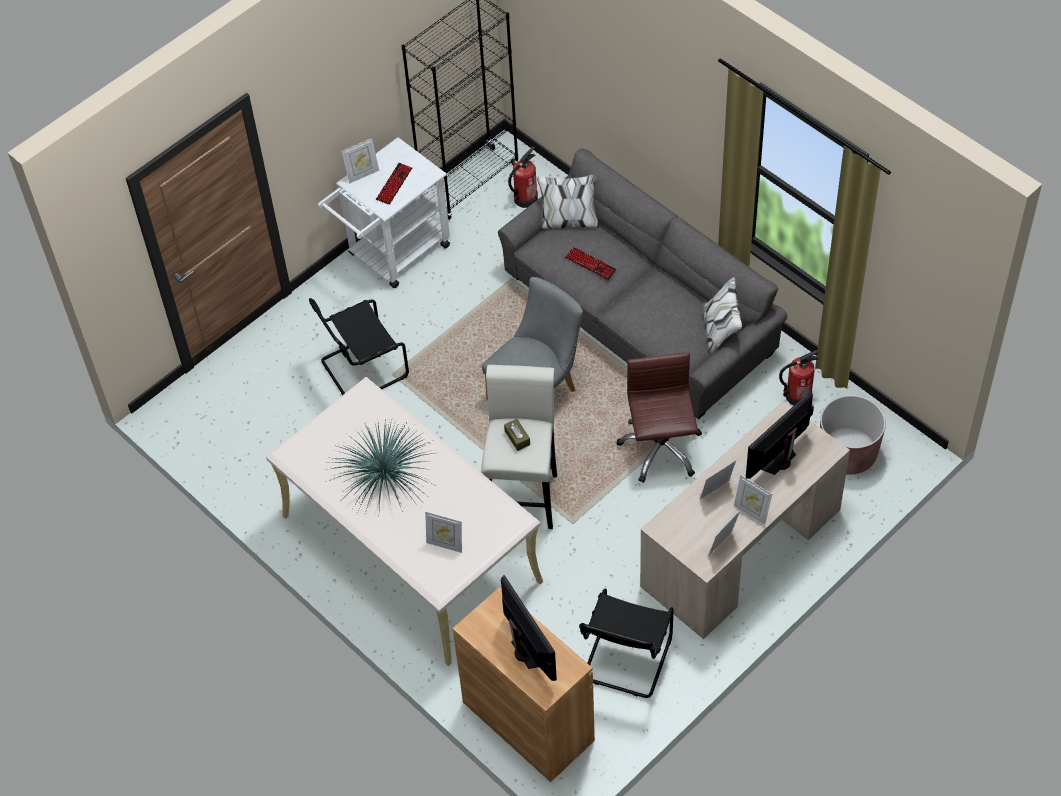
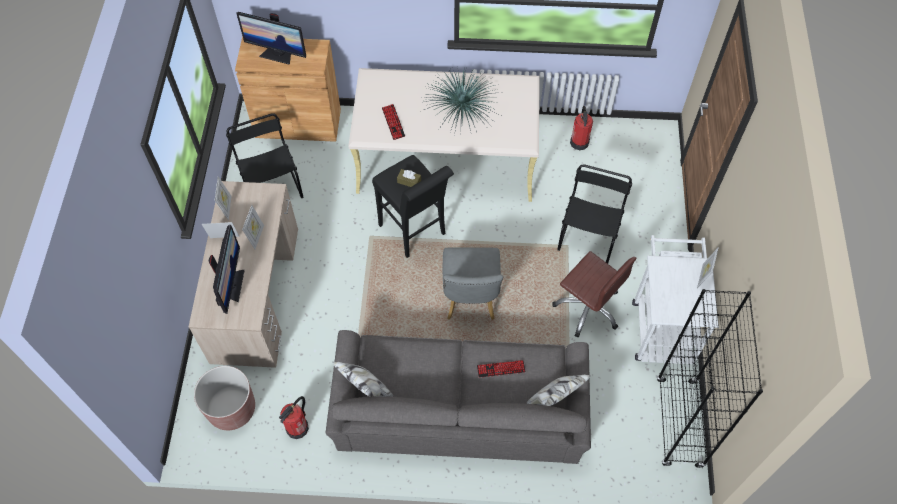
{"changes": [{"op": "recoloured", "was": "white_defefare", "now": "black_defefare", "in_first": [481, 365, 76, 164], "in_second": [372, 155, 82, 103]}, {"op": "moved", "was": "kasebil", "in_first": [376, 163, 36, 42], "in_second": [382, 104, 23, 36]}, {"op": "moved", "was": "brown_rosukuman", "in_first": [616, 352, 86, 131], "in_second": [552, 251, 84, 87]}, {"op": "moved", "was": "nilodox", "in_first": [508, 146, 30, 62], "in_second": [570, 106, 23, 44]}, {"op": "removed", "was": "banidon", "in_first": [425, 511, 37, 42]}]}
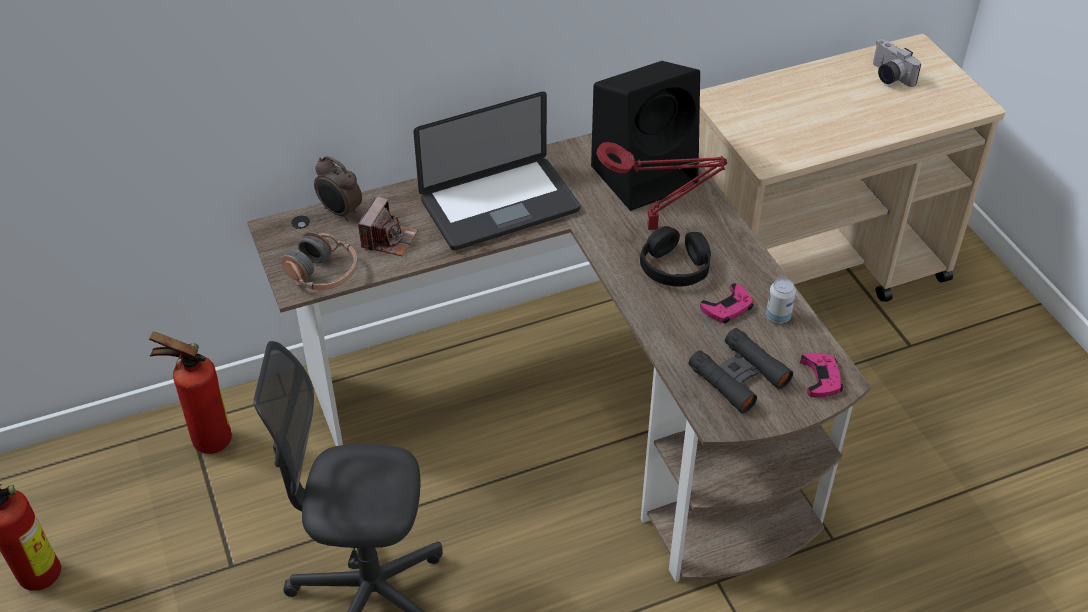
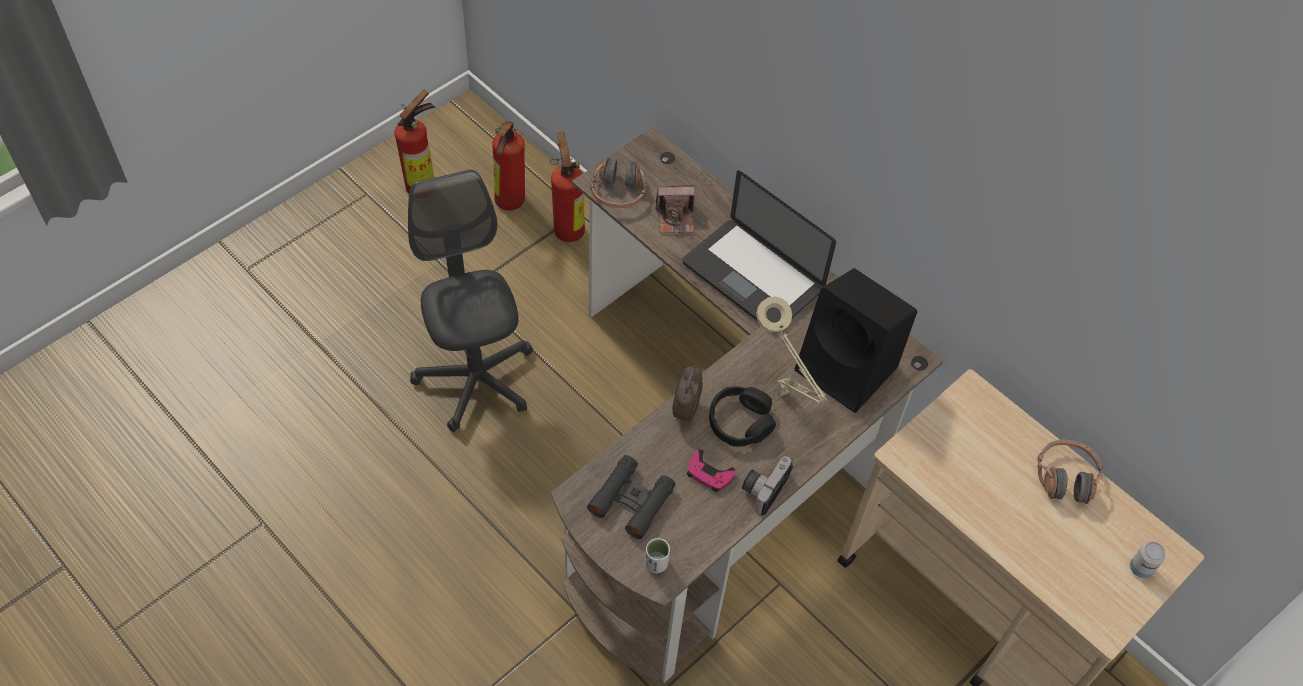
{"changes": [{"op": "added", "now": "nilodox", "in_second": [492, 121, 33, 90]}, {"op": "replaced", "was": "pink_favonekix", "now": "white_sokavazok", "in_first": [800, 353, 43, 45], "in_second": [645, 538, 25, 35]}, {"op": "moved", "was": "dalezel", "in_first": [314, 156, 48, 65], "in_second": [673, 365, 30, 58]}, {"op": "moved", "was": "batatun", "in_first": [873, 39, 48, 48], "in_second": [742, 456, 51, 59]}, {"op": "recoloured", "was": "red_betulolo", "now": "beige_betulolo", "in_first": [597, 142, 130, 88], "in_second": [756, 296, 71, 109]}, {"op": "added", "now": "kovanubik", "in_second": [1037, 440, 66, 64]}, {"op": "moved", "was": "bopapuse", "in_first": [766, 278, 30, 45], "in_second": [1130, 542, 35, 36]}]}
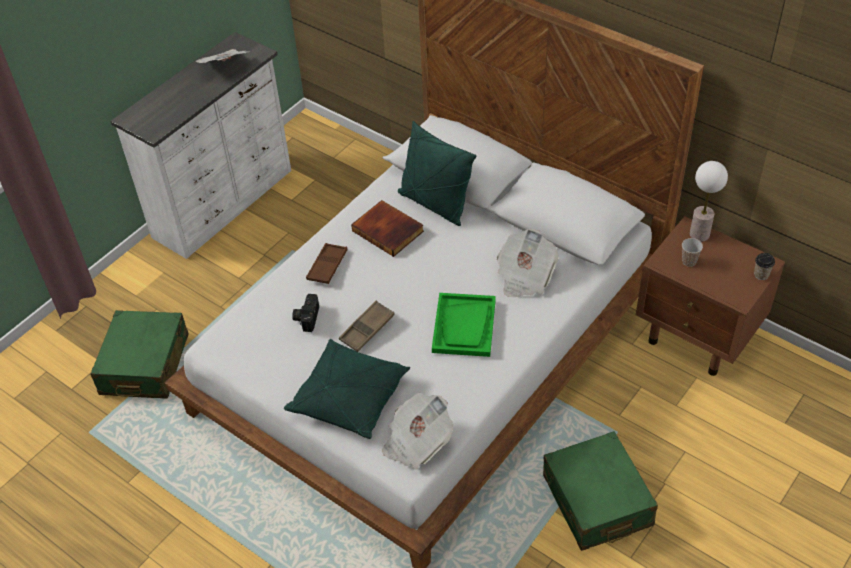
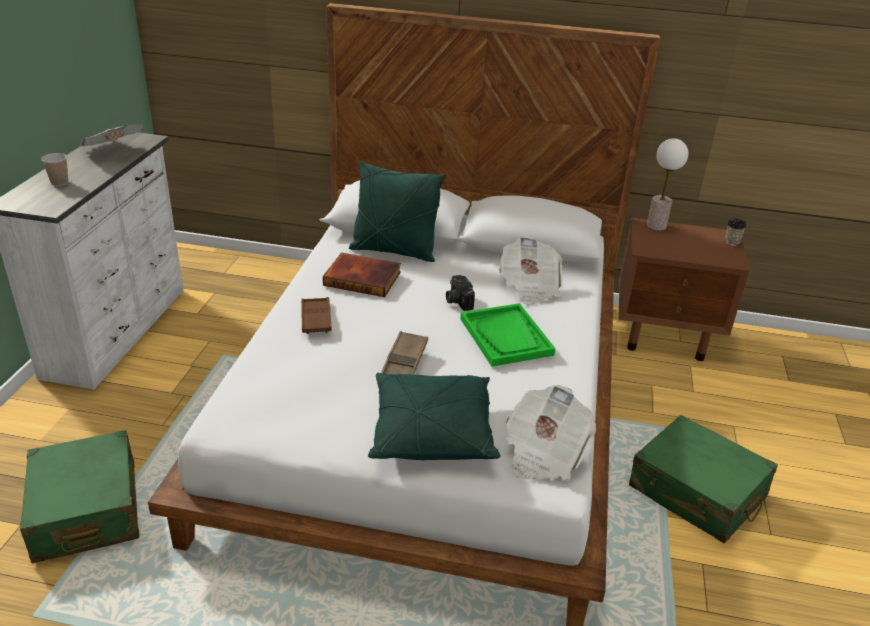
{"changes": [{"op": "moved", "was": "sokavazok", "in_first": [682, 238, 21, 29], "in_second": [41, 153, 27, 33]}, {"op": "moved", "was": "batatun", "in_first": [292, 294, 27, 38], "in_second": [446, 275, 29, 36]}]}
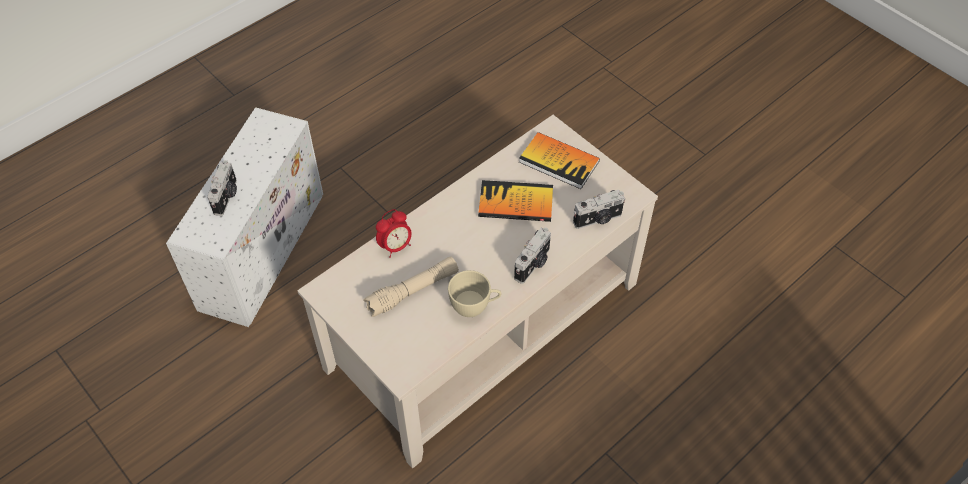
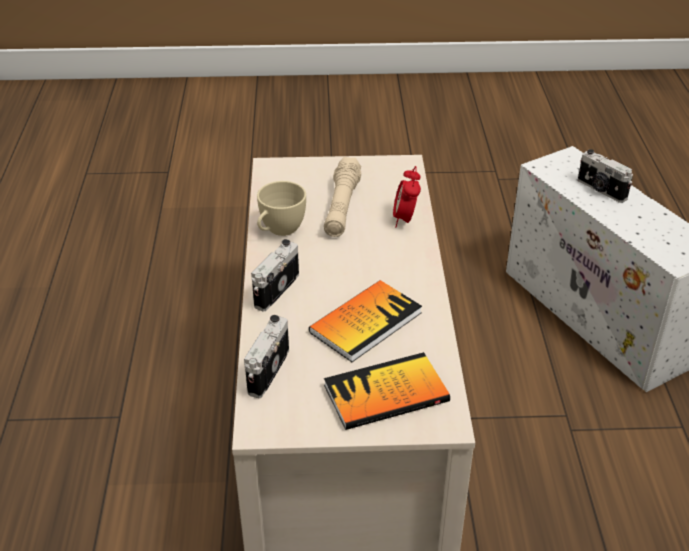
{"changes": [{"op": "turned", "was": "batatun", "in_first": [514, 228, 37, 56], "in_second": [251, 239, 48, 72], "clockwise": 45}]}
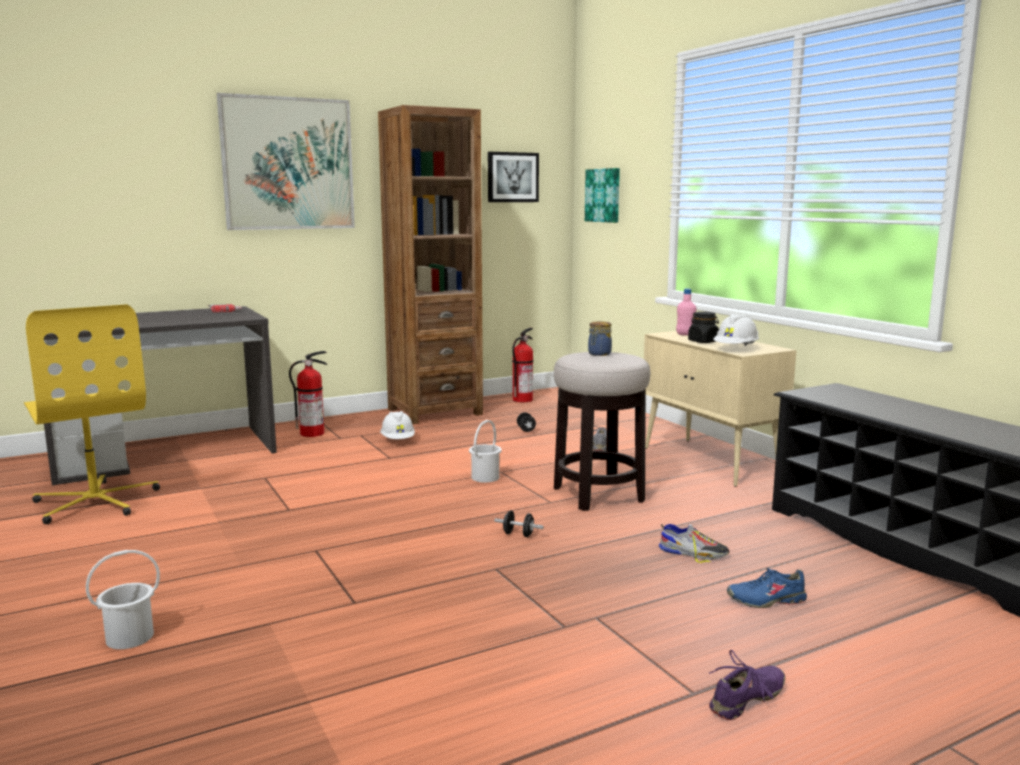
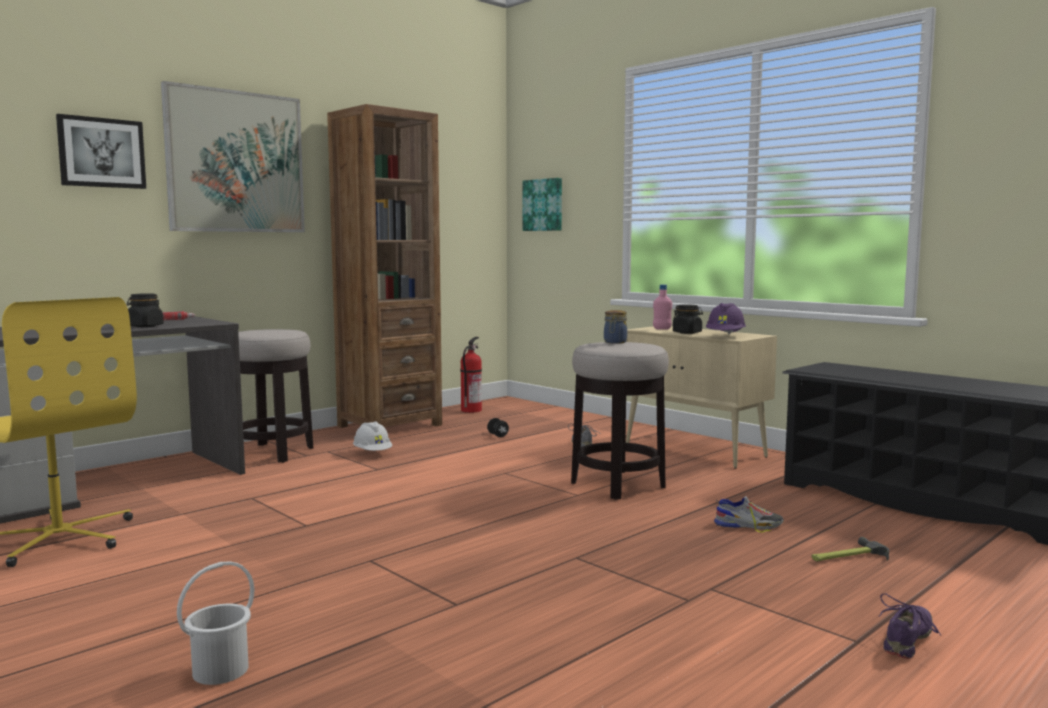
{"changes": [{"op": "moved", "was": "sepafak", "in_first": [488, 152, 51, 50], "in_second": [56, 114, 90, 75]}, {"op": "added", "now": "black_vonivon", "in_second": [127, 293, 37, 34]}, {"op": "replaced", "was": "nilodox", "now": "defefare", "in_first": [289, 351, 38, 86], "in_second": [238, 329, 75, 134]}, {"op": "recoloured", "was": "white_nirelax", "now": "purple_nirelax", "in_first": [713, 314, 46, 32], "in_second": [706, 303, 40, 32]}, {"op": "replaced", "was": "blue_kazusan", "now": "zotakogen", "in_first": [727, 568, 80, 40], "in_second": [812, 537, 77, 25]}, {"op": "removed", "was": "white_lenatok", "in_first": [469, 420, 33, 63]}, {"op": "removed", "was": "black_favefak", "in_first": [494, 511, 50, 26]}]}
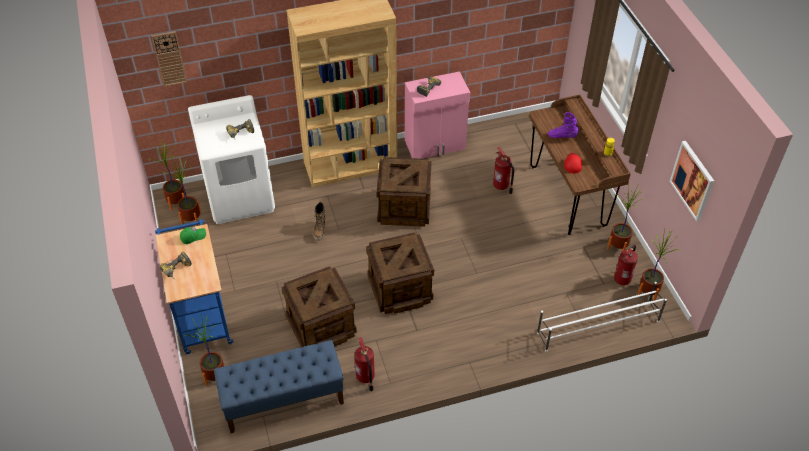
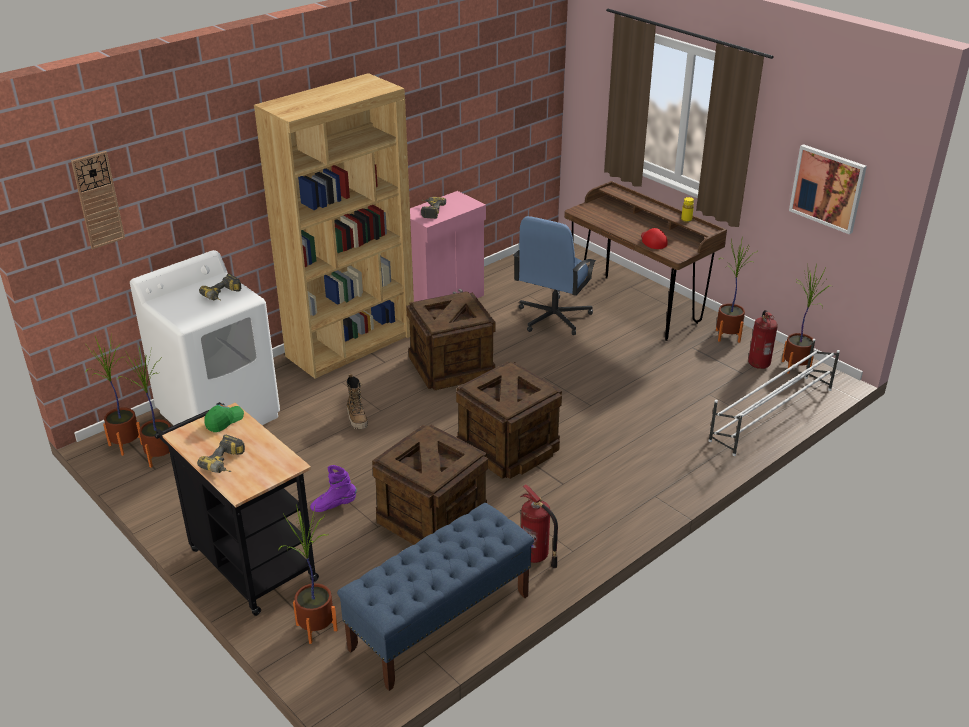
{"changes": [{"op": "recoloured", "was": "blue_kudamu", "now": "black_kudamu", "in_first": [155, 219, 78, 136], "in_second": [155, 402, 164, 214]}, {"op": "moved", "was": "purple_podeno", "in_first": [548, 112, 31, 26], "in_second": [310, 465, 47, 47]}, {"op": "replaced", "was": "nilodox", "now": "blue_rosukuman", "in_first": [493, 147, 21, 47], "in_second": [513, 216, 83, 119]}]}
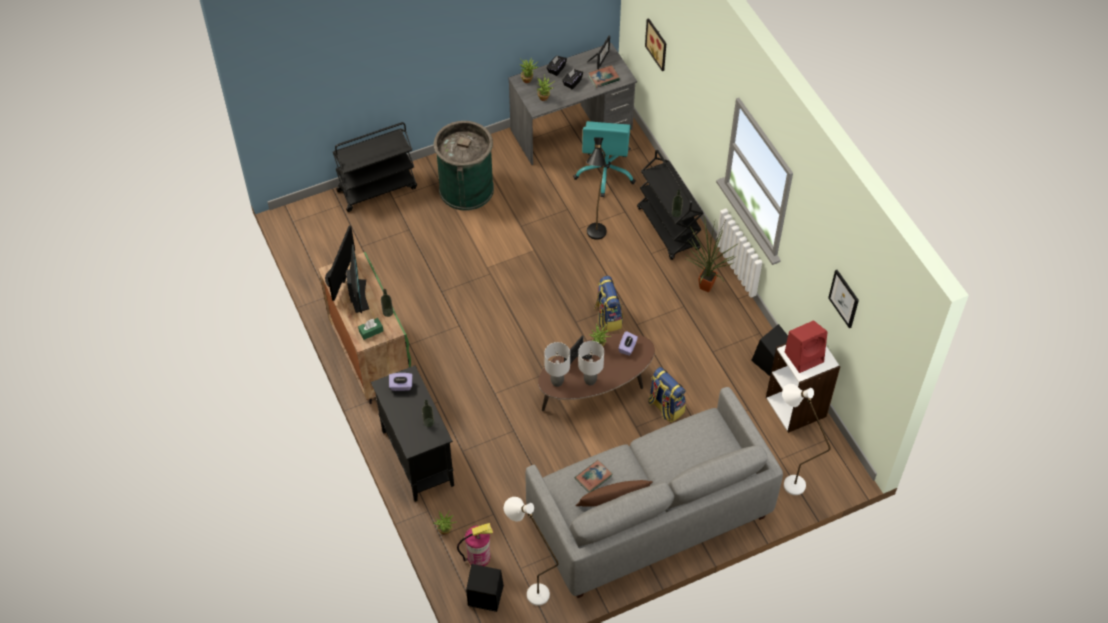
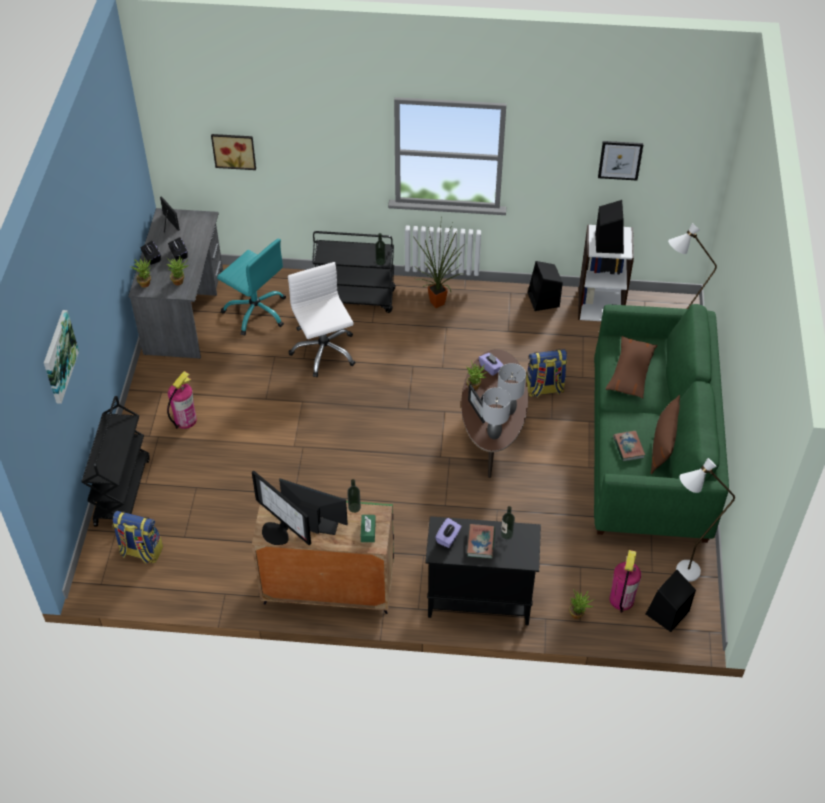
{"changes": [{"op": "added", "now": "sepafak", "in_second": [44, 310, 35, 94]}, {"op": "moved", "was": "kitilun", "in_first": [594, 276, 29, 56], "in_second": [113, 511, 50, 53]}, {"op": "replaced", "was": "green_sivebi", "now": "nilodox", "in_first": [434, 121, 60, 90], "in_second": [167, 371, 30, 58]}, {"op": "replaced", "was": "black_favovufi", "now": "white_rosukuman", "in_first": [586, 138, 21, 102], "in_second": [288, 262, 68, 115]}, {"op": "moved", "was": "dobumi", "in_first": [588, 65, 32, 23], "in_second": [467, 524, 28, 34]}, {"op": "recoloured", "was": "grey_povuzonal", "now": "green_povuzonal", "in_first": [525, 387, 258, 211], "in_second": [594, 304, 135, 239]}, {"op": "recoloured", "was": "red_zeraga", "now": "black_zeraga", "in_first": [785, 320, 43, 53], "in_second": [595, 200, 29, 54]}, {"op": "added", "now": "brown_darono", "in_second": [605, 336, 53, 62]}]}
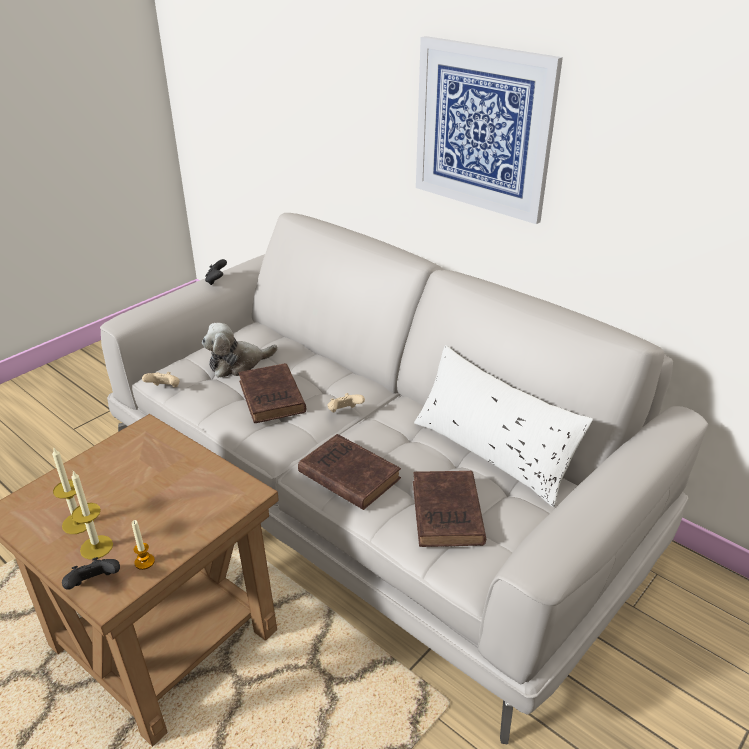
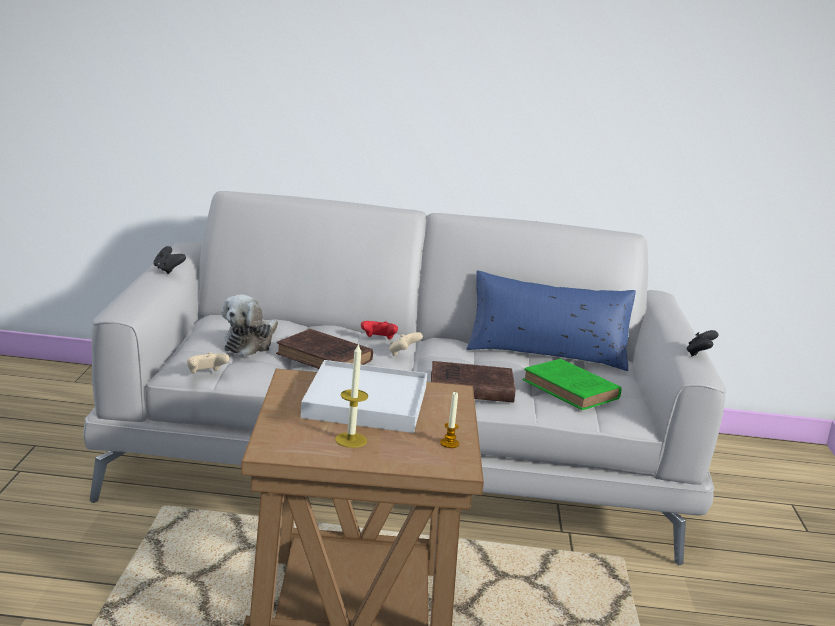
{"changes": [{"op": "added", "now": "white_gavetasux", "in_second": [300, 360, 127, 73]}, {"op": "added", "now": "red_favonekix", "in_second": [361, 321, 37, 18]}, {"op": "recoloured", "was": "white_darono", "now": "blue_darono", "in_first": [414, 345, 179, 162], "in_second": [467, 271, 169, 100]}, {"op": "recoloured", "was": "brown_dobumi", "now": "green_dobumi", "in_first": [413, 471, 73, 76], "in_second": [522, 359, 99, 51]}, {"op": "moved", "was": "black_favonekix", "in_first": [62, 557, 58, 33], "in_second": [687, 330, 31, 26]}, {"op": "removed", "was": "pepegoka", "in_first": [71, 471, 42, 89]}, {"op": "removed", "was": "sepafak", "in_first": [416, 36, 147, 188]}]}
